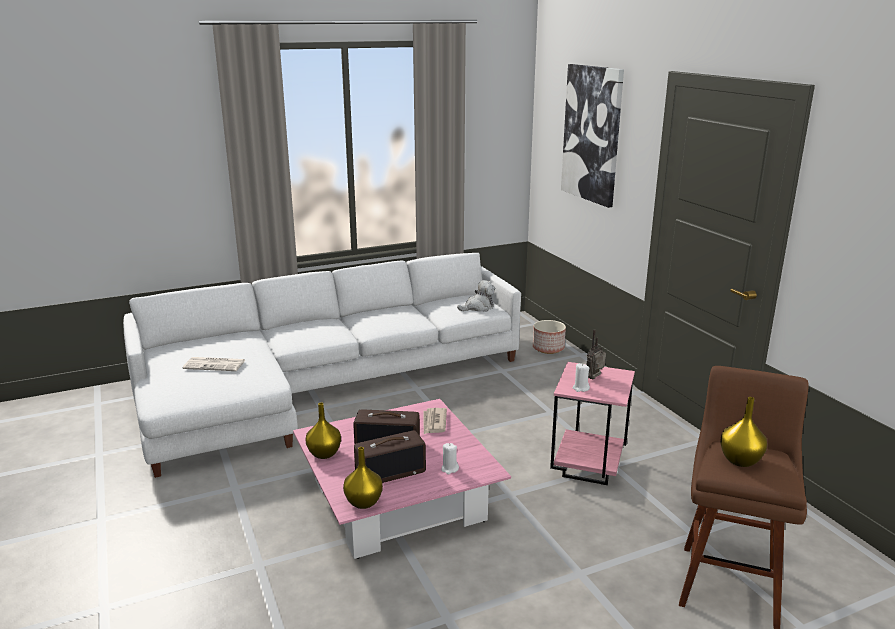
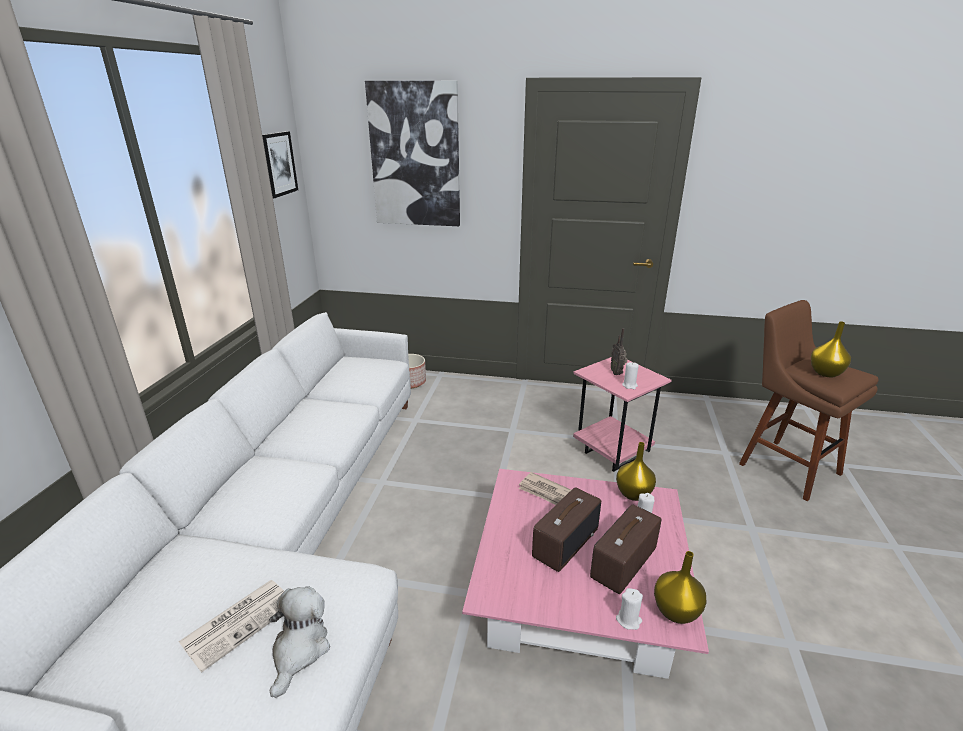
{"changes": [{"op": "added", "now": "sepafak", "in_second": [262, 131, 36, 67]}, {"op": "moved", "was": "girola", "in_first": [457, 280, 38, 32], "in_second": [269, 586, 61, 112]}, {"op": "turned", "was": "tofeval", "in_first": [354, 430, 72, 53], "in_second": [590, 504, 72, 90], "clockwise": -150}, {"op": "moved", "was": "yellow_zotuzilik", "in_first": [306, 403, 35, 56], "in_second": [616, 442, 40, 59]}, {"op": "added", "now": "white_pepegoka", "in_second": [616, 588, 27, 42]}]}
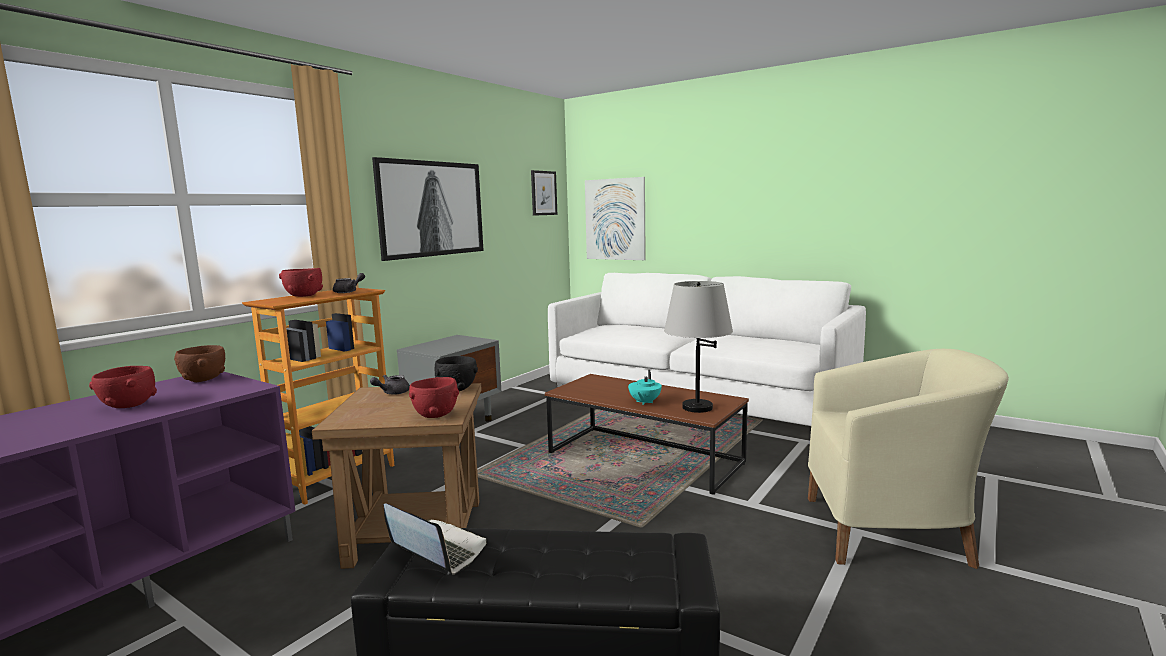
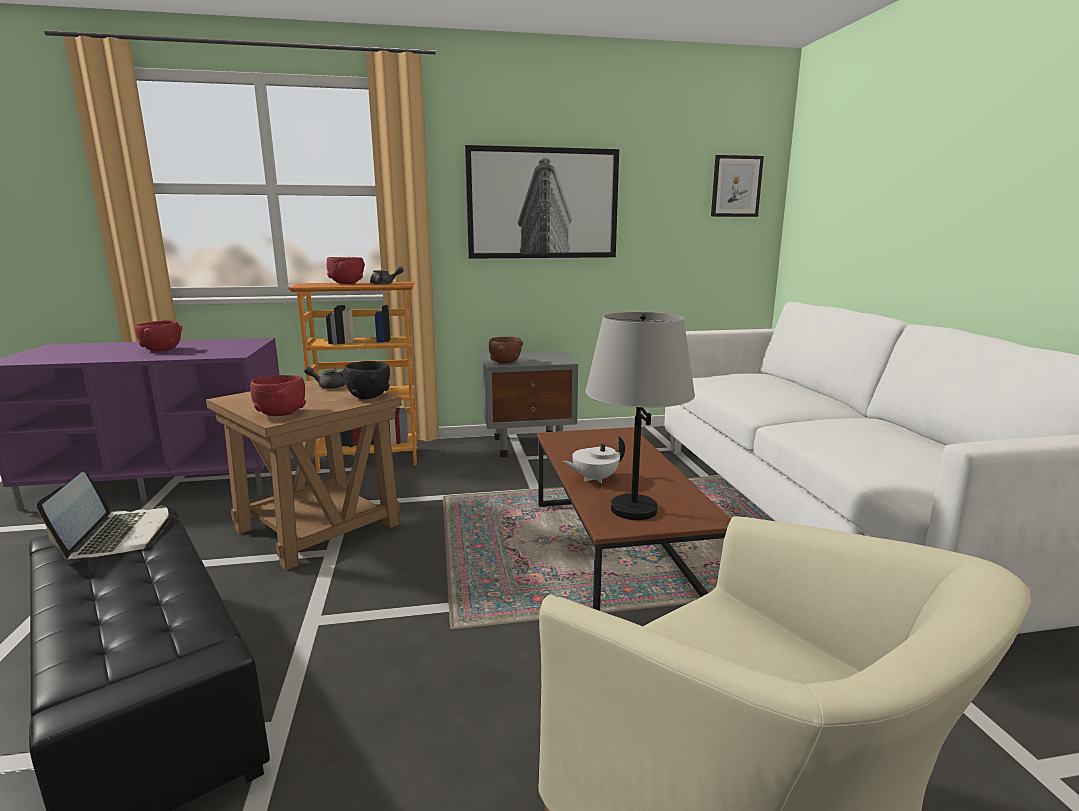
{"changes": [{"op": "moved", "was": "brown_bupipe", "in_first": [174, 345, 51, 37], "in_second": [489, 337, 34, 27]}, {"op": "recoloured", "was": "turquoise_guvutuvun", "now": "white_guvutuvun", "in_first": [628, 370, 34, 35], "in_second": [563, 436, 62, 47]}, {"op": "removed", "was": "sepafak", "in_first": [585, 177, 61, 83]}]}
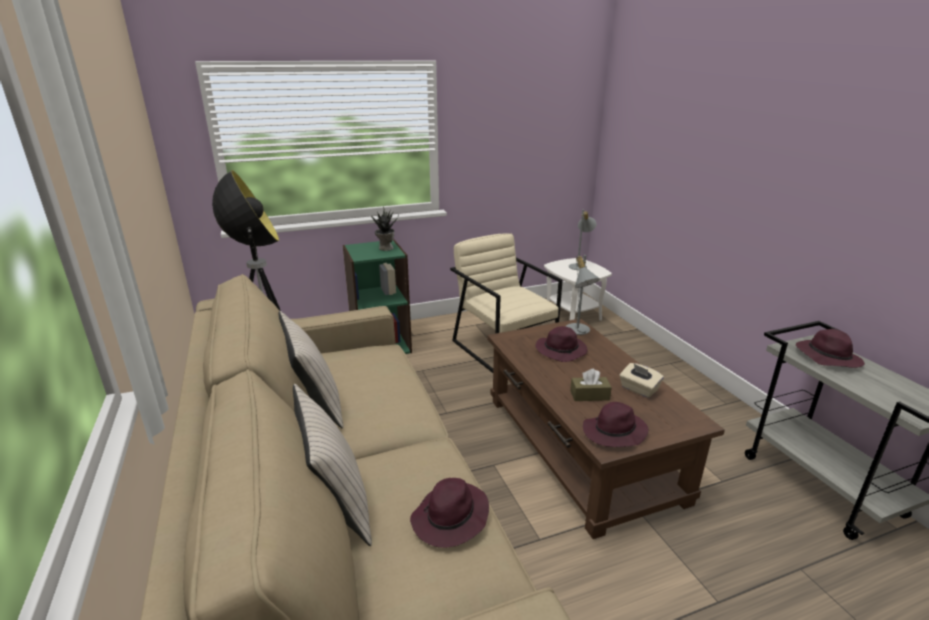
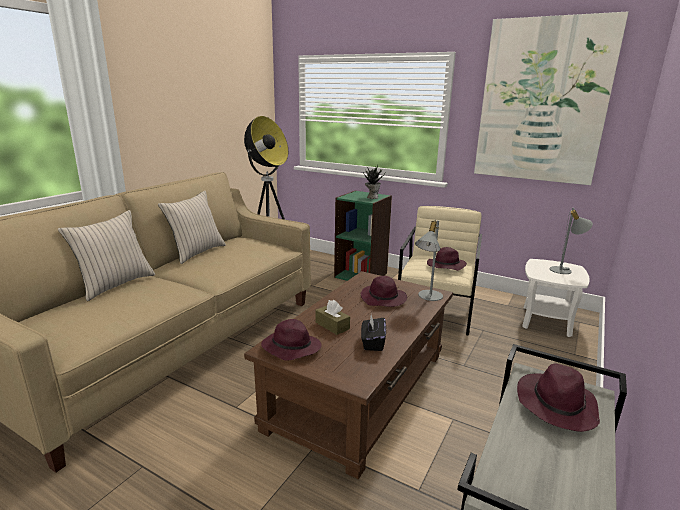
{"changes": [{"op": "recoloured", "was": "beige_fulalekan", "now": "black_fulalekan", "in_first": [619, 363, 45, 35], "in_second": [361, 315, 25, 36]}, {"op": "moved", "was": "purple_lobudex", "in_first": [410, 478, 79, 70], "in_second": [427, 247, 40, 24]}, {"op": "added", "now": "sepafak", "in_second": [474, 12, 155, 173]}]}
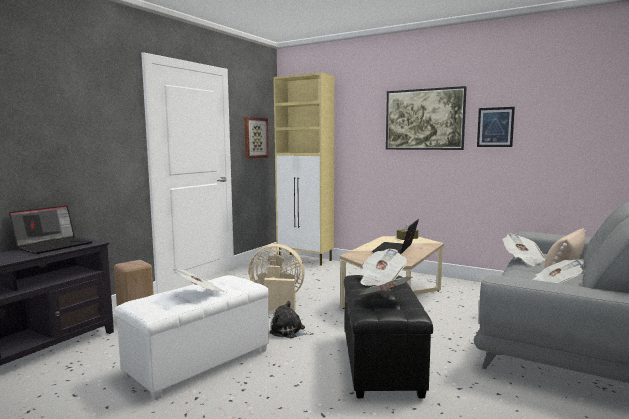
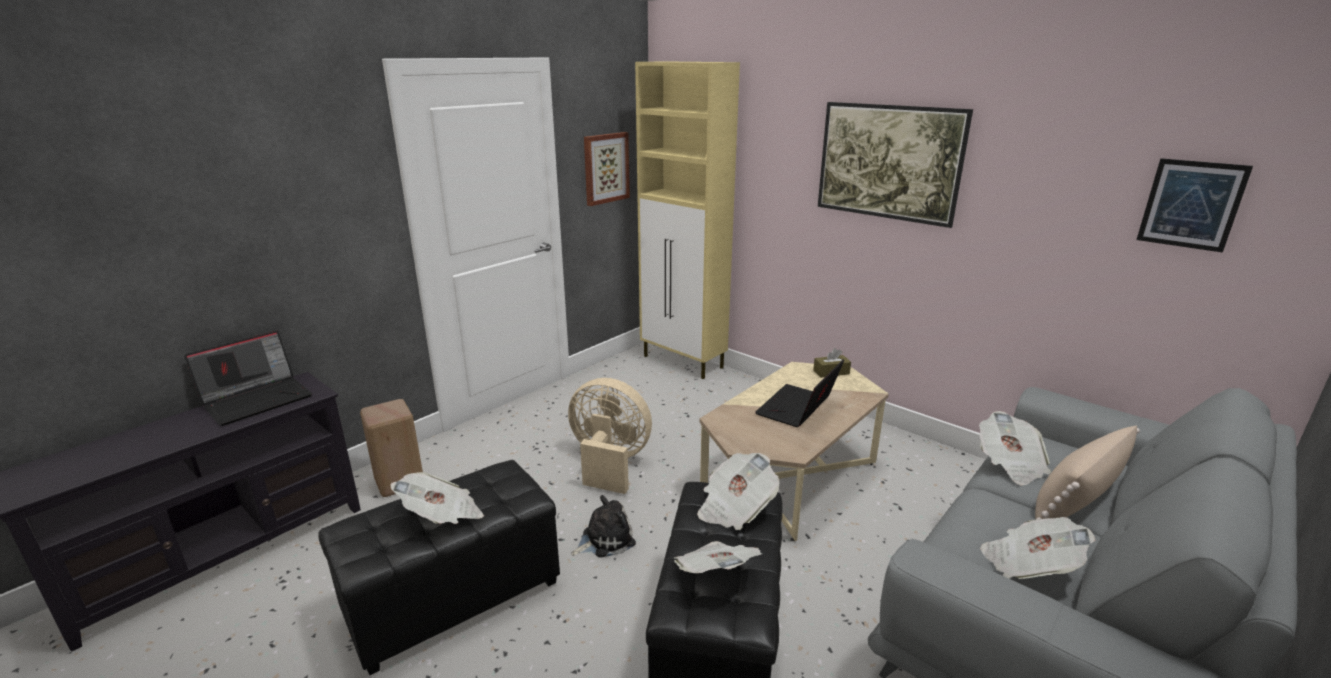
{"changes": [{"op": "recoloured", "was": "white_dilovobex", "now": "black_dilovobex", "in_first": [115, 275, 154, 125], "in_second": [318, 460, 242, 215]}, {"op": "turned", "was": "girola", "in_first": [270, 301, 44, 37], "in_second": [571, 495, 65, 63], "clockwise": 120}, {"op": "moved", "was": "sepafak", "in_first": [477, 107, 38, 40], "in_second": [1137, 158, 116, 95]}]}
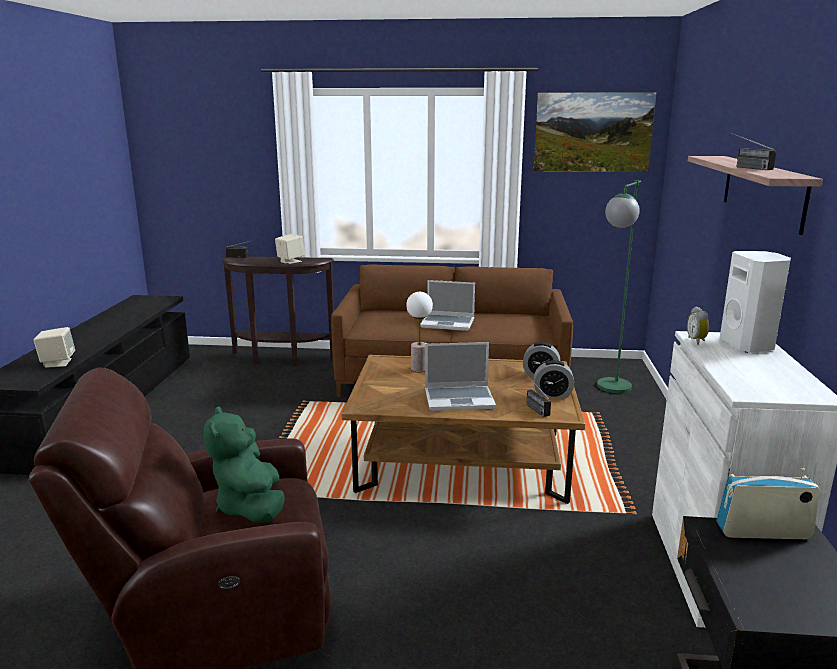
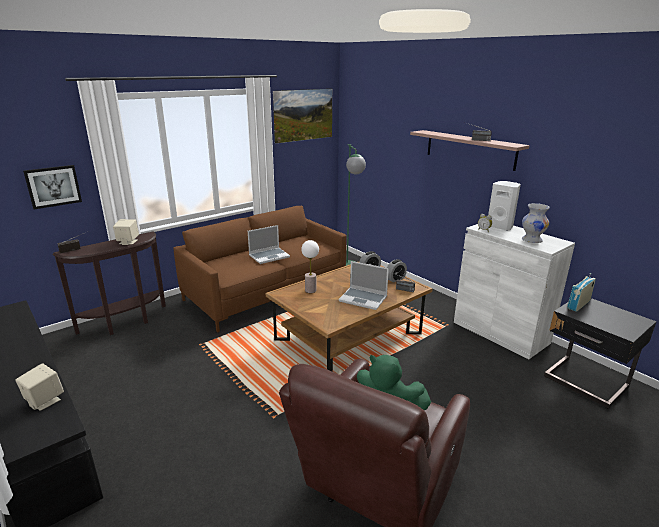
{"changes": [{"op": "added", "now": "sepafak", "in_second": [23, 165, 59, 44]}, {"op": "turned", "was": "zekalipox", "in_first": [425, 342, 71, 69], "in_second": [338, 261, 51, 49], "clockwise": 75}, {"op": "added", "now": "white_zotuzilik", "in_second": [522, 203, 28, 40]}]}
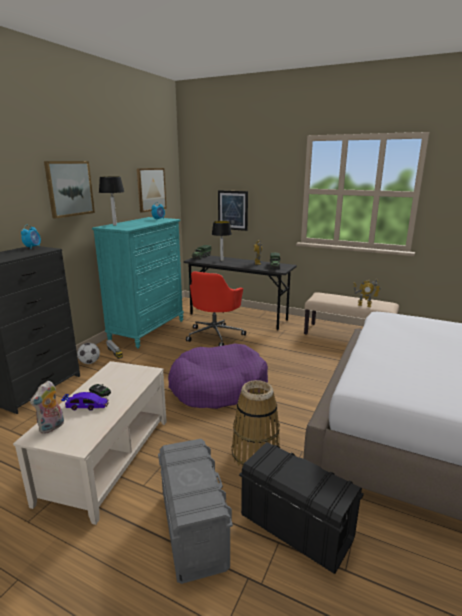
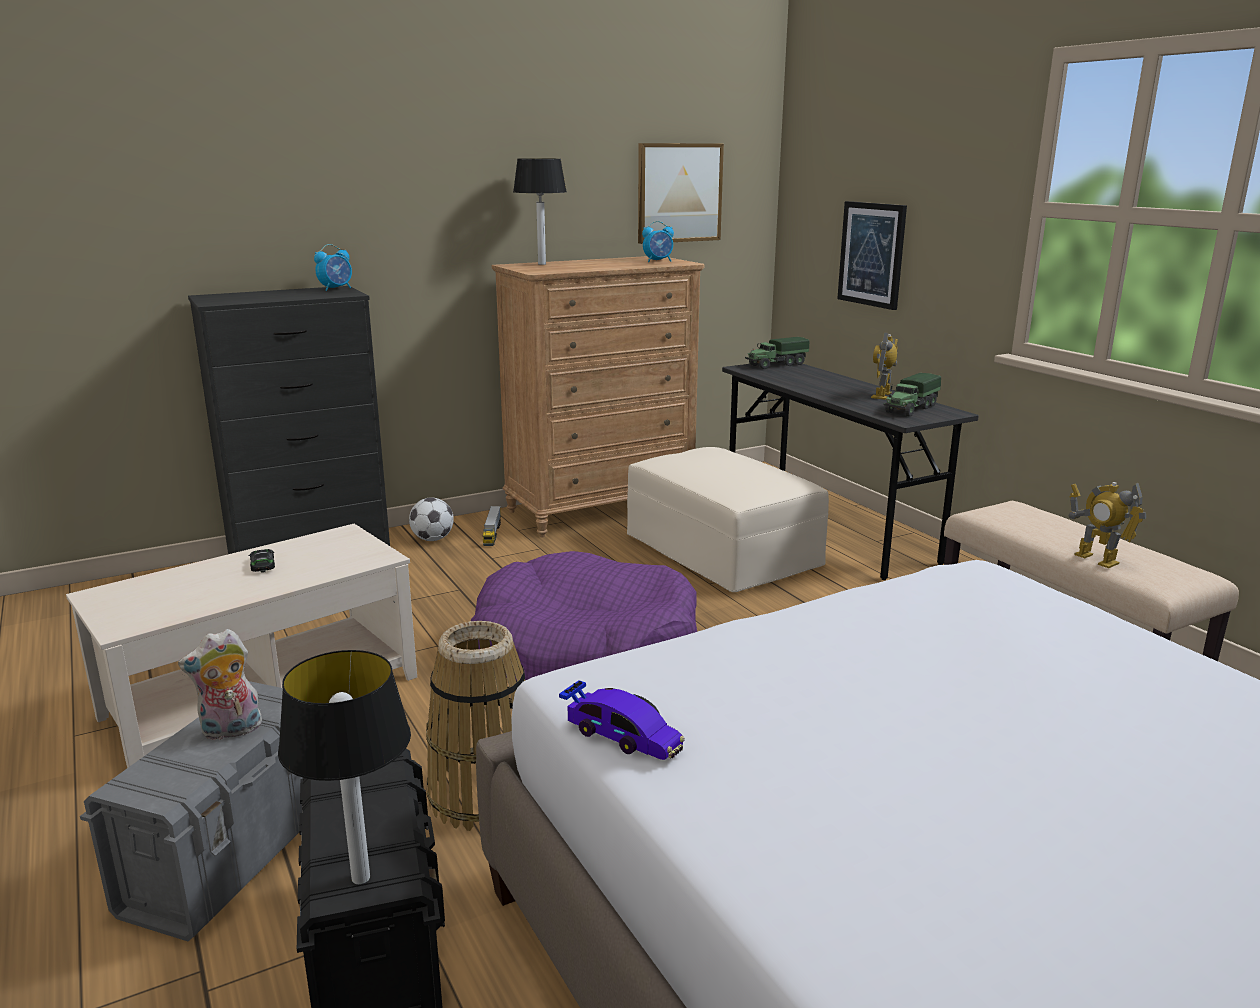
{"changes": [{"op": "moved", "was": "girola", "in_first": [30, 381, 34, 53], "in_second": [178, 629, 84, 111]}, {"op": "moved", "was": "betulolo", "in_first": [212, 221, 20, 40], "in_second": [278, 650, 133, 234]}, {"op": "recoloured", "was": "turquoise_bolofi", "now": "brown_bolofi", "in_first": [92, 217, 92, 131], "in_second": [492, 256, 212, 281]}, {"op": "moved", "was": "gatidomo", "in_first": [61, 392, 48, 19], "in_second": [559, 680, 126, 80]}, {"op": "replaced", "was": "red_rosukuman", "now": "beige_dilovobex", "in_first": [186, 271, 60, 75], "in_second": [627, 447, 202, 145]}, {"op": "removed", "was": "sepafak", "in_first": [44, 161, 51, 58]}]}
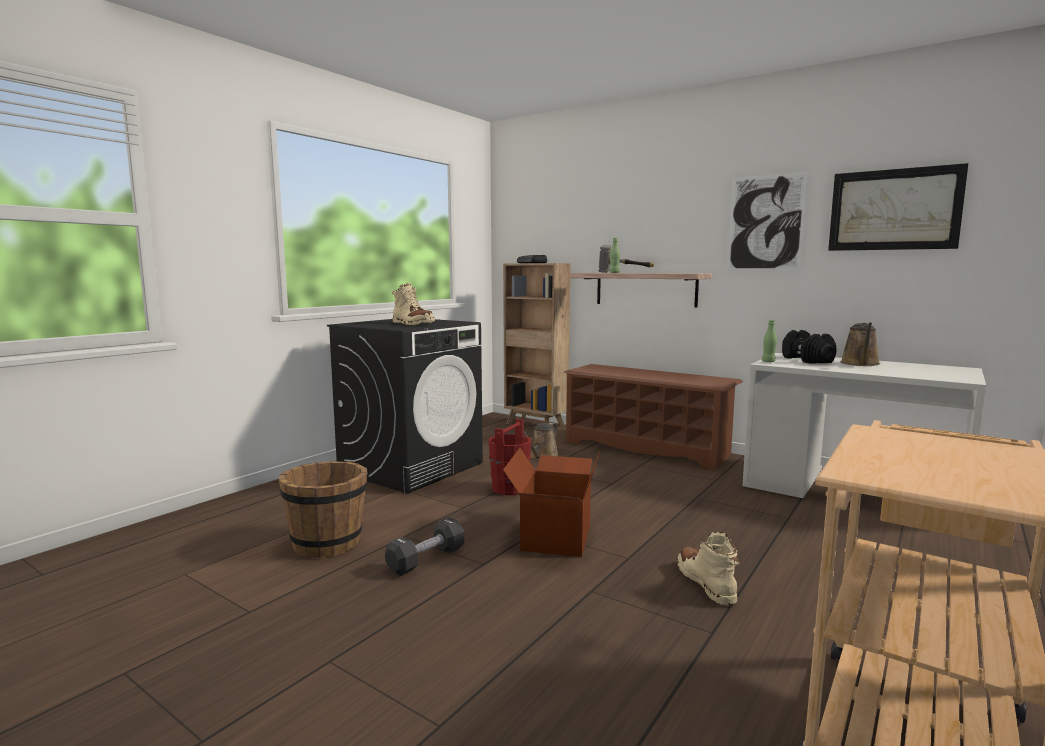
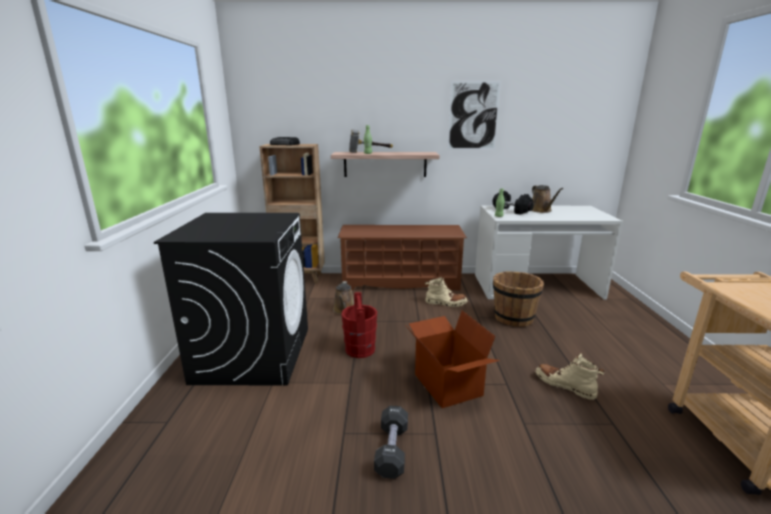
{"changes": [{"op": "moved", "was": "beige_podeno", "in_first": [392, 283, 43, 42], "in_second": [425, 276, 43, 31]}, {"op": "moved", "was": "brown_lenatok", "in_first": [279, 461, 89, 97], "in_second": [493, 271, 51, 56]}, {"op": "removed", "was": "sepafak", "in_first": [828, 163, 140, 88]}]}
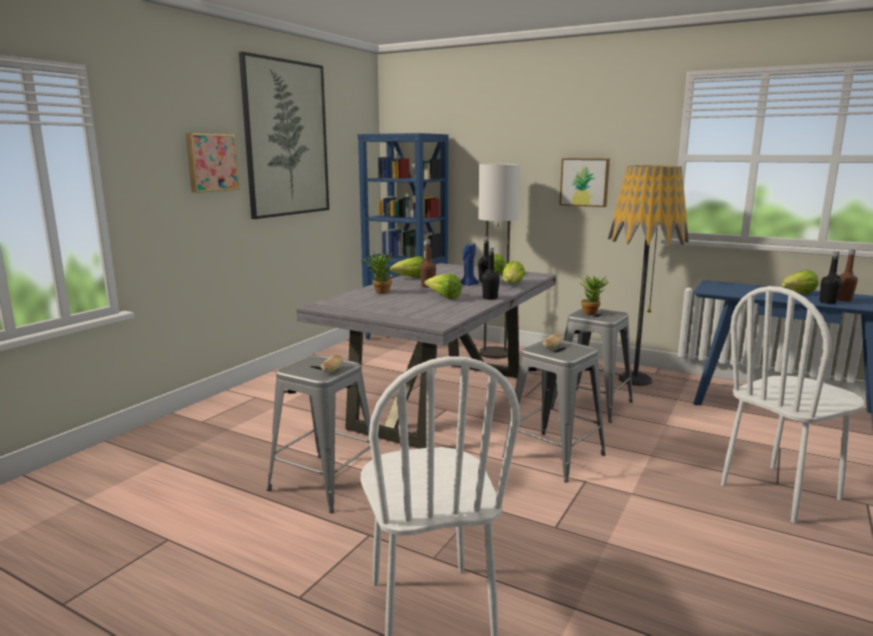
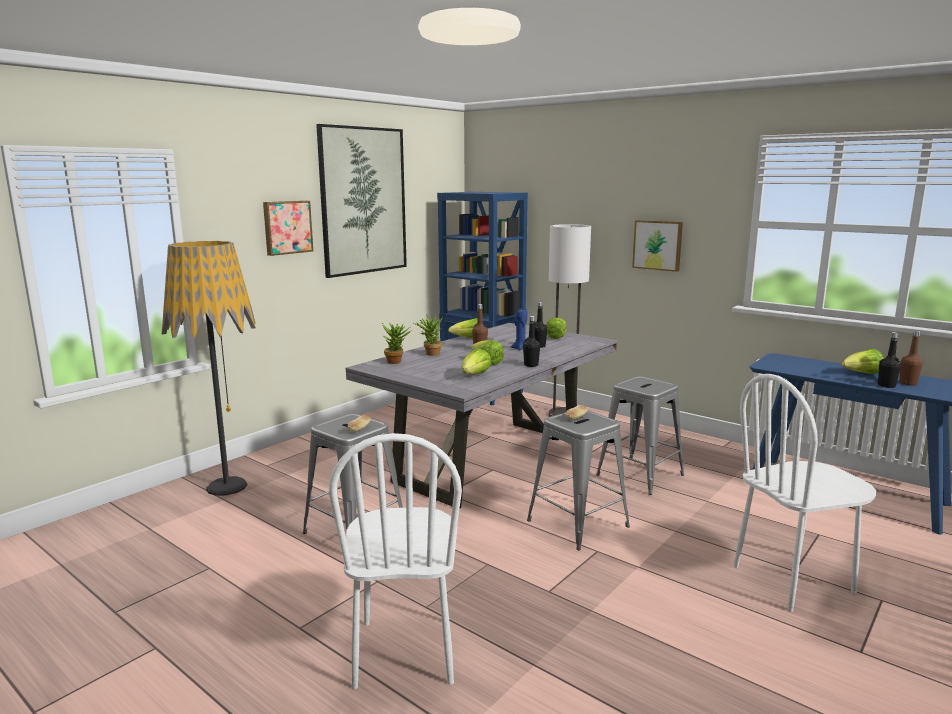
{"changes": [{"op": "moved", "was": "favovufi", "in_first": [608, 165, 81, 221], "in_second": [162, 241, 94, 255]}, {"op": "moved", "was": "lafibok", "in_first": [579, 275, 29, 40], "in_second": [382, 323, 30, 41]}, {"op": "moved", "was": "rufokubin", "in_first": [502, 261, 23, 22], "in_second": [462, 349, 30, 25]}]}
